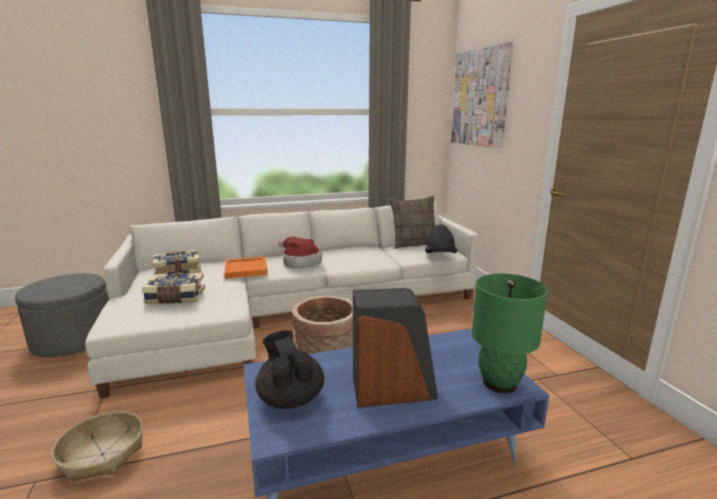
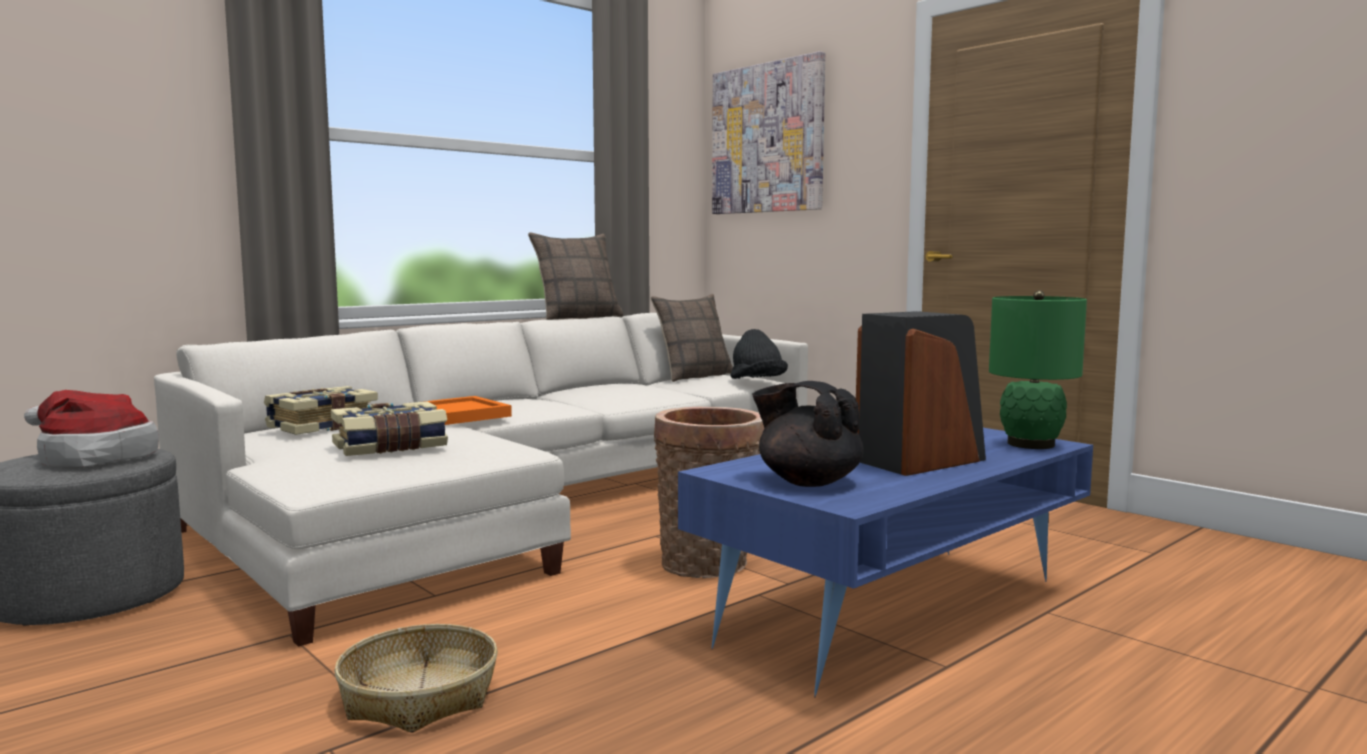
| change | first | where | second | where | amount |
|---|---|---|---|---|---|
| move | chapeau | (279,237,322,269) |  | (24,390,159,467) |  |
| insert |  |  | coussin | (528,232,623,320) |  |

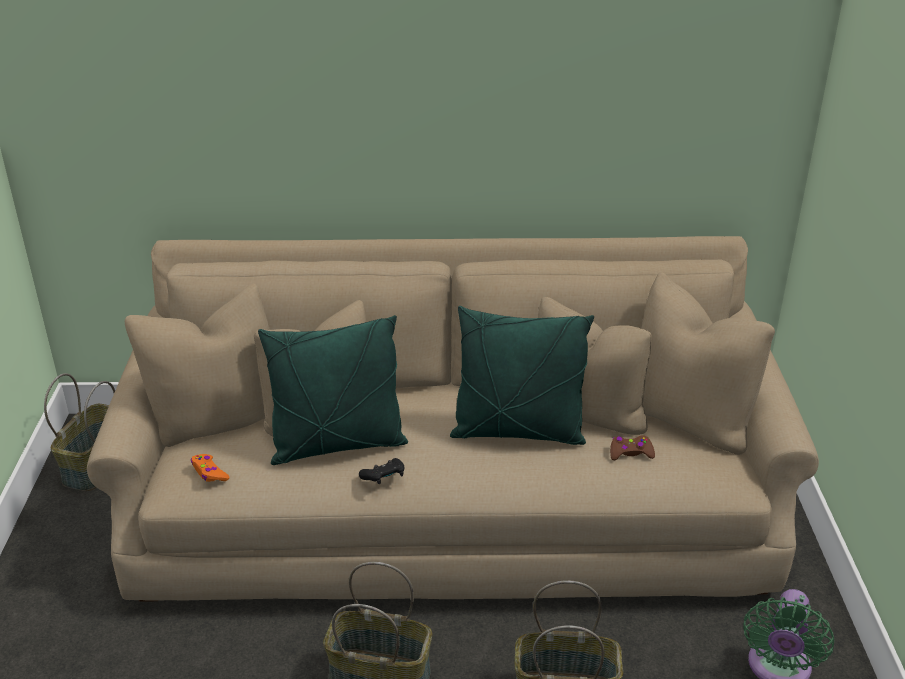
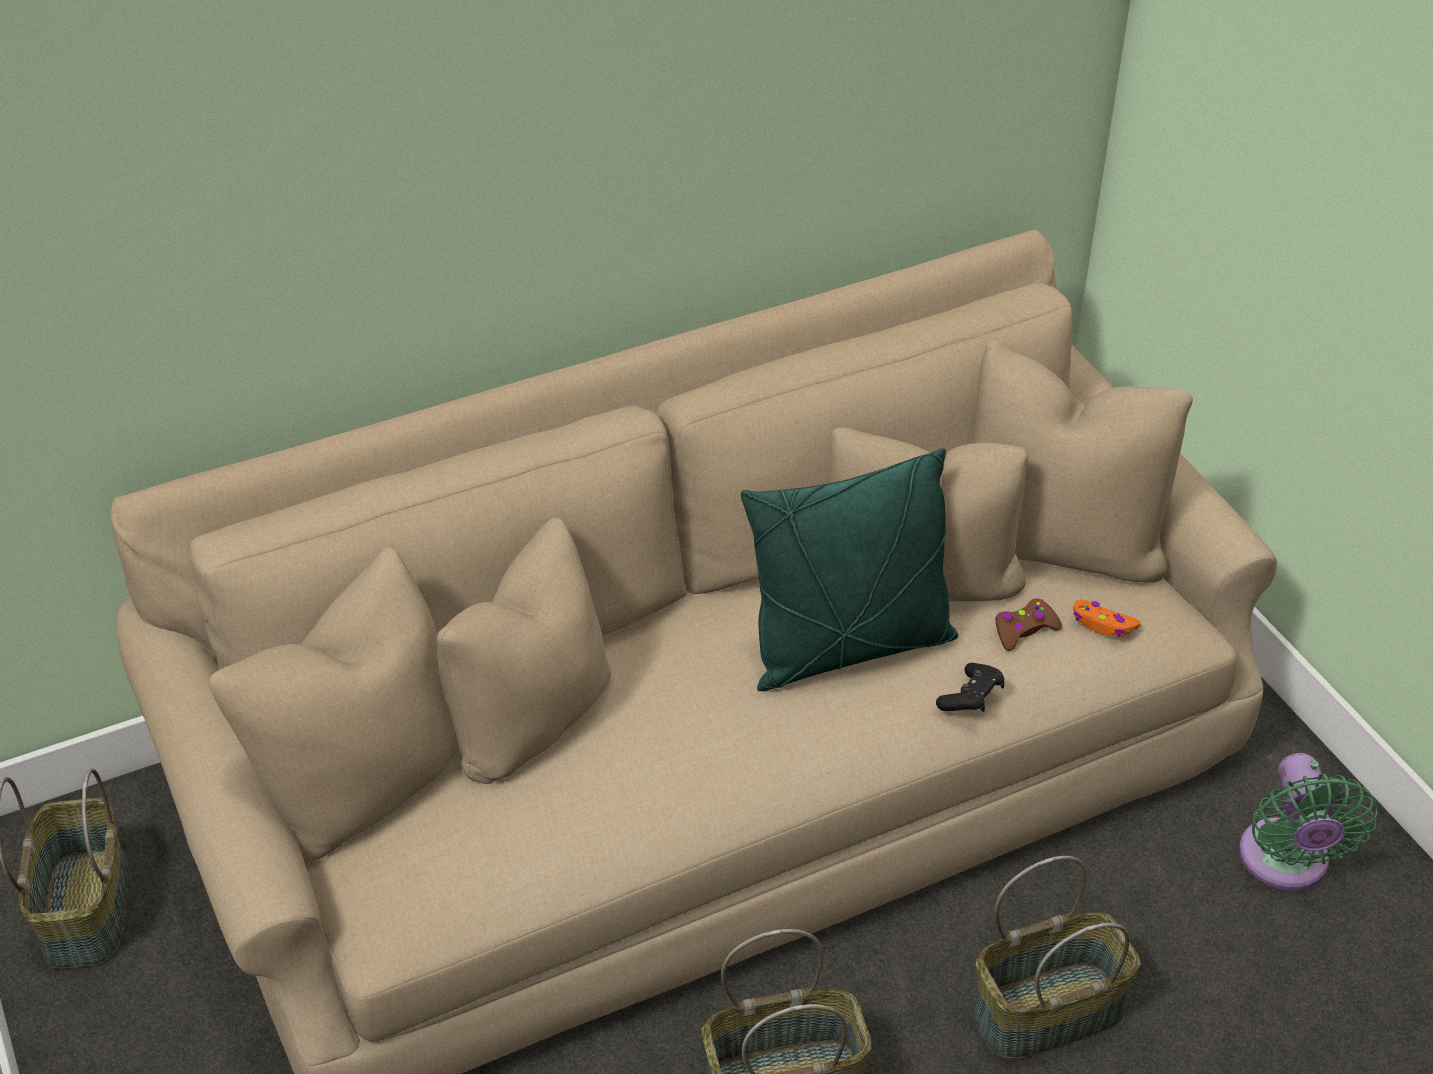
| change | first | where | second | where | amount |
|---|---|---|---|---|---|
| move | manette [orange] | (191,454,230,482) |  | (1073,600,1141,637) |  |
| delete | coussin [vert] | (258,315,408,465) |  |  |  |
| move | manette [noir] | (359,458,404,484) |  | (936,663,1004,712) |  |

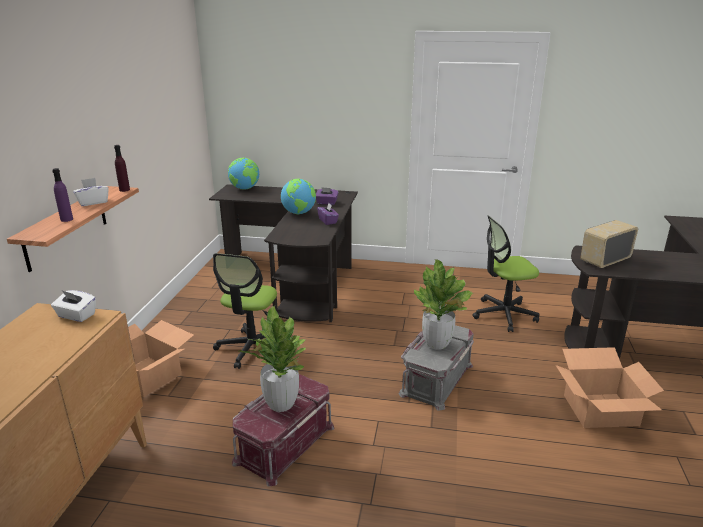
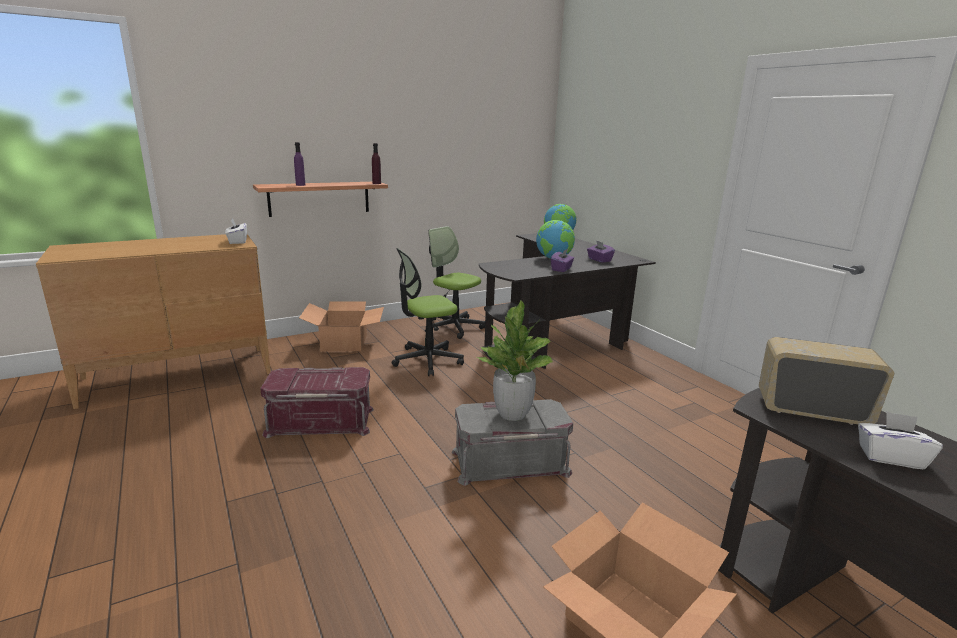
| change | first | where | second | where | amount |
|---|---|---|---|---|---|
| move | boîte à mouchoirs [blanc] | (73,178,109,206) |  | (858,412,943,470) |  |
| delete | plante en pot | (239,306,306,412) |  |  |  |
| move | chaise de bureau | (473,215,540,332) |  | (425,226,485,339) |  |

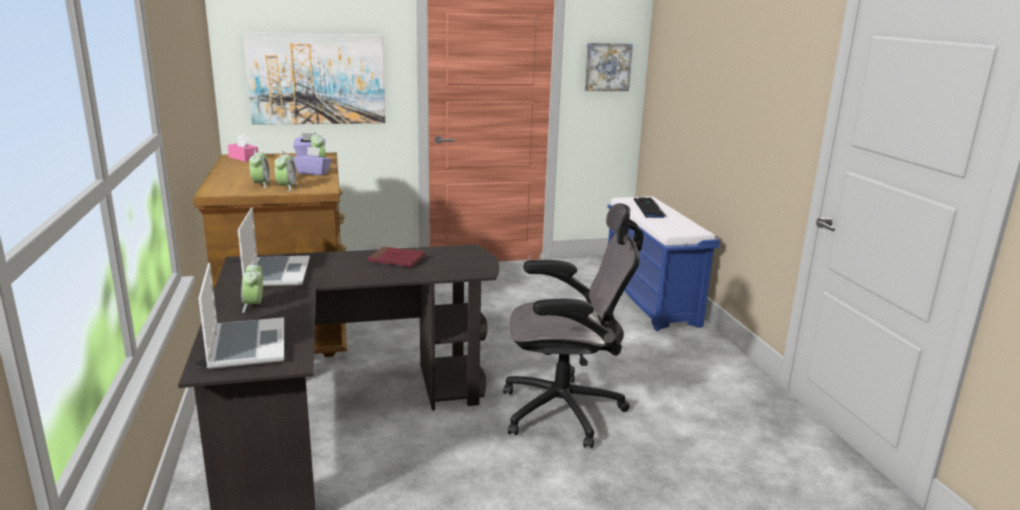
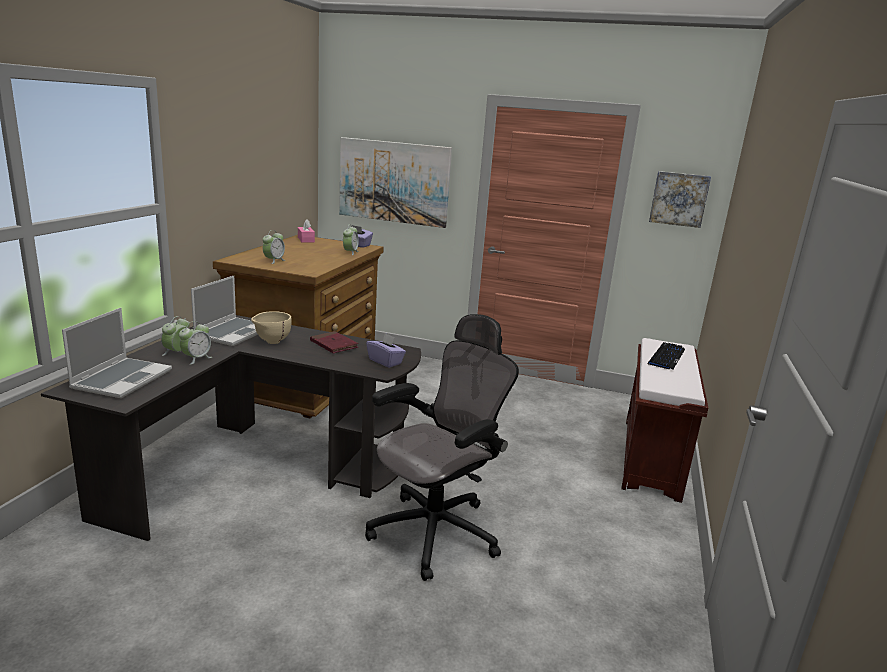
| change | first | where | second | where | amount |
|---|---|---|---|---|---|
| move | réveil | (274,151,298,191) |  | (179,321,212,365) |  |
| move | boîte à mouchoirs [violet] | (293,147,332,175) |  | (366,333,406,368) |  |
| rotate | chaise de bureau | (503,203,643,448) |  | (365,314,519,581) | 75 degrees counterclockwise |
| recolor | banc [bleu] | (607,196,720,331) | banc [marron] | (621,338,708,503) |  |
| insert |  |  | bol [beige] | (251,311,292,344) |  |

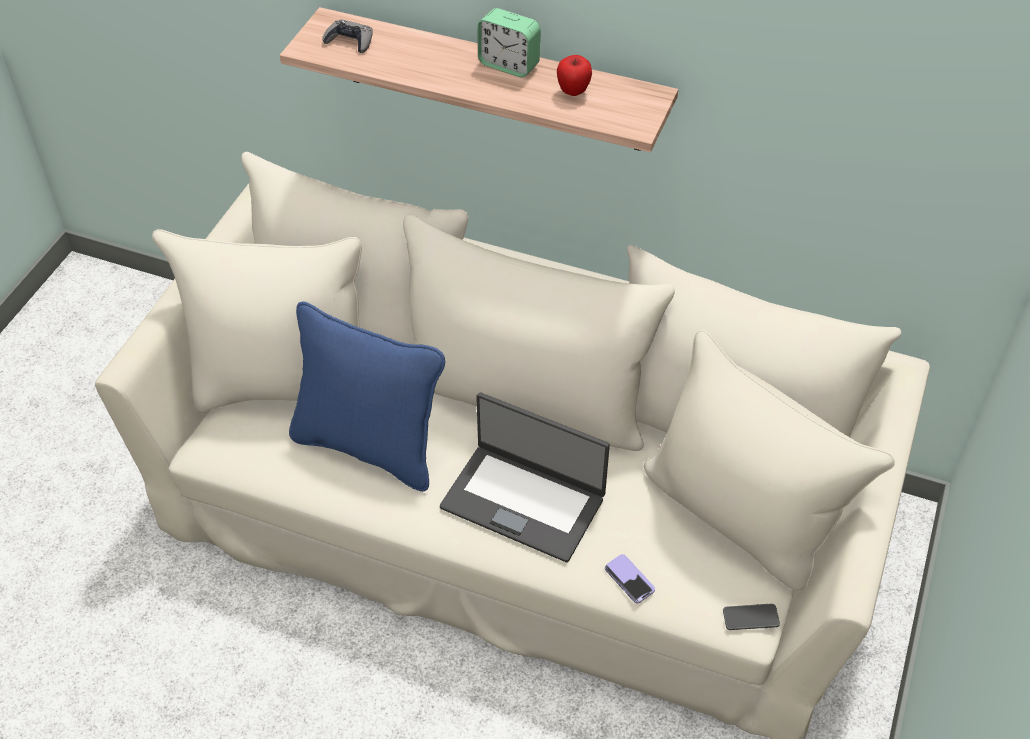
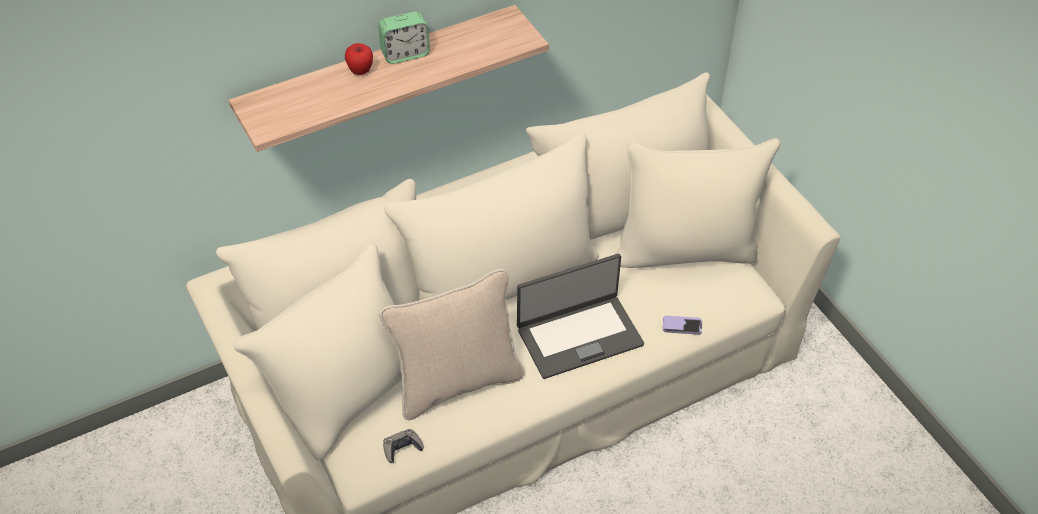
| change | first | where | second | where | amount |
|---|---|---|---|---|---|
| recolor | coussin [bleu] | (289,301,445,491) | coussin [beige] | (379,269,525,420) |  |
| move | manette [gris] | (322,20,373,53) |  | (383,429,424,463) |  |
| move | pomme | (557,55,592,96) |  | (345,43,373,75) |  |
| delete | téléphone | (723,604,780,630) |  |  |  |

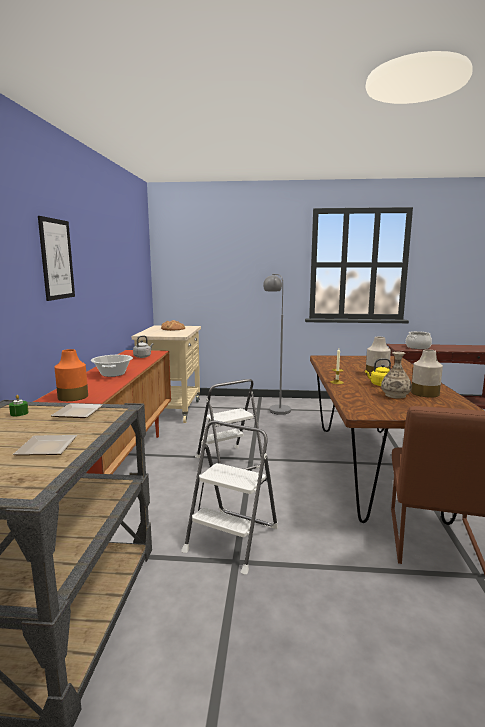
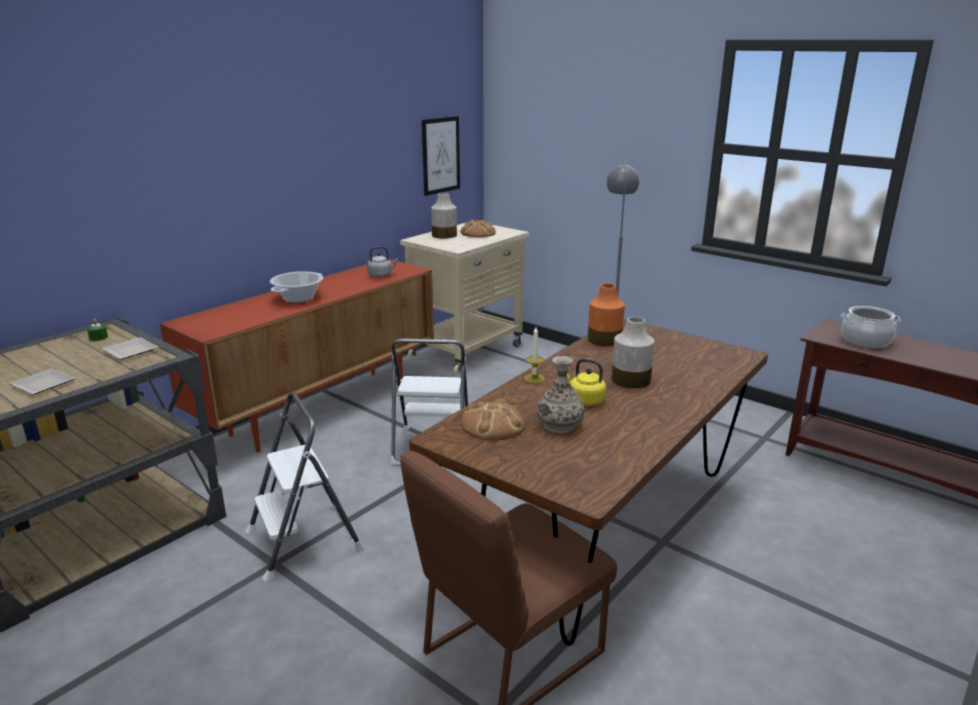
| change | first | where | second | where | amount |
|---|---|---|---|---|---|
| move | tableau | (38,216,75,301) |  | (422,116,460,196) |  |
| move | vase [orange] | (54,349,88,401) |  | (588,283,625,346) |  |
| move | vase [beige] | (411,349,443,398) |  | (431,193,457,239) |  |
| insert |  |  | pain | (461,399,525,441) |  |

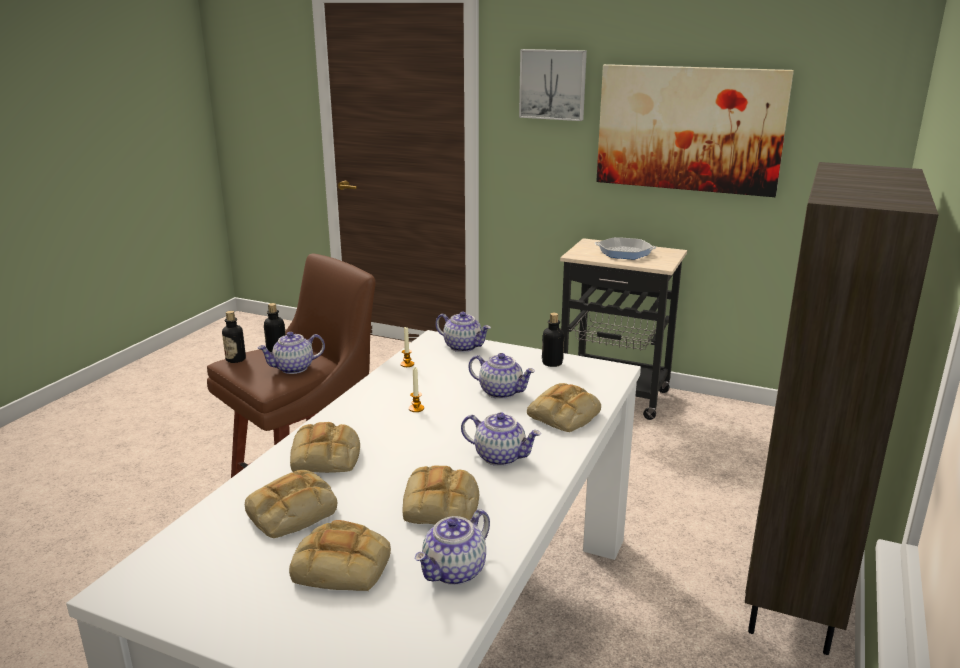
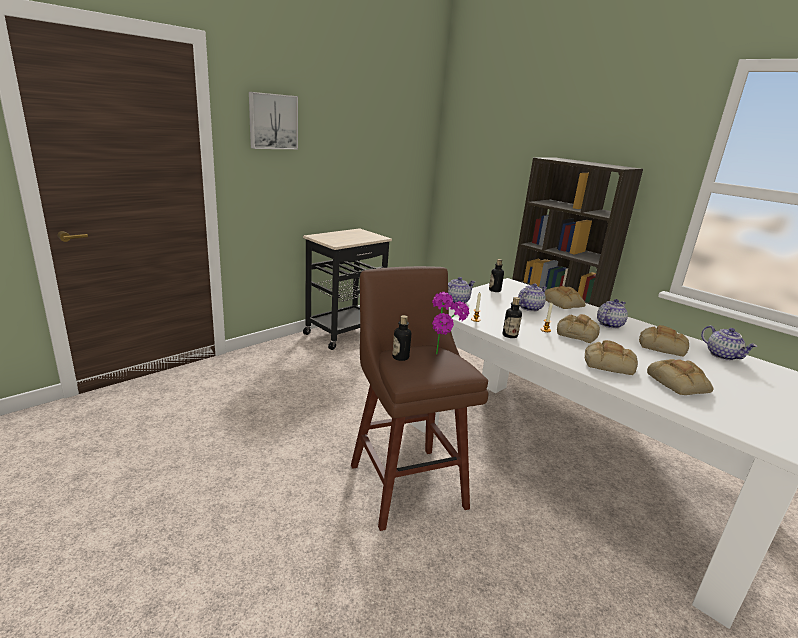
| change | first | where | second | where | amount |
|---|---|---|---|---|---|
| move | bouteille | (222,311,246,363) |  | (503,297,522,338) |  |
| replace | théière | (258,332,325,374) | plante en pot | (432,292,470,354) |  |
| move | pain | (289,520,391,591) |  | (557,314,600,343) |  |
| delete | poêle | (595,237,656,259) |  |  |  |
| delete | tableau | (596,64,794,197) |  |  |  |

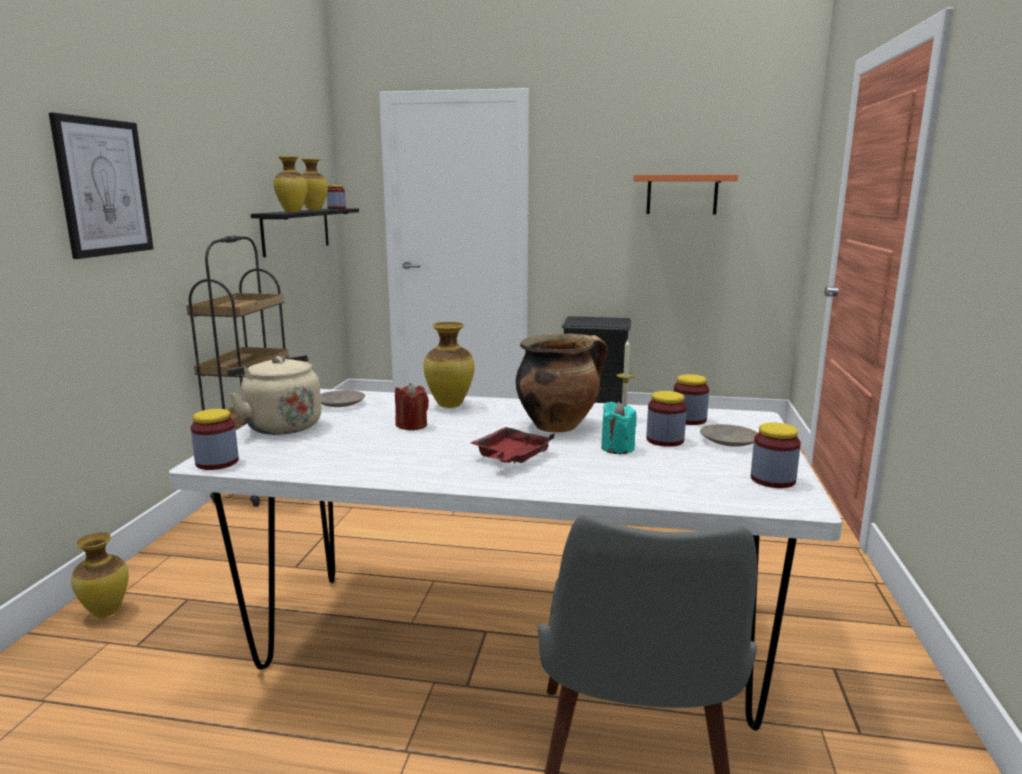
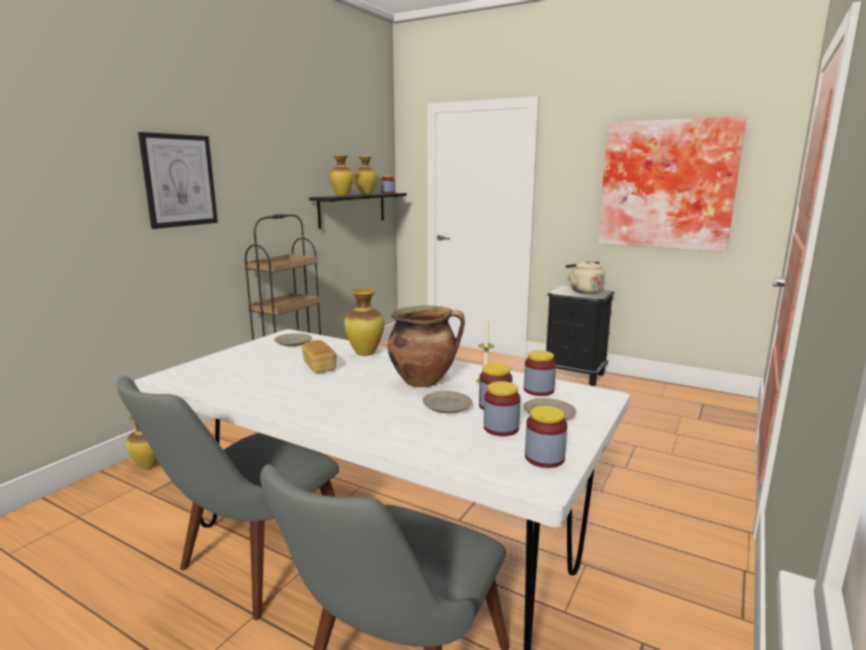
| change | first | where | second | where | amount |
|---|---|---|---|---|---|
| move | bocal | (191,409,239,470) |  | (484,381,520,436) |  |
| move | bouilloire [beige] | (227,355,322,435) |  | (566,261,605,294) |  |
| replace | bougie [rouge] | (395,383,429,430) | pain | (302,340,337,373) |  |
| delete | plateau [rouge] | (471,427,555,464) |  |  |  |
| replace | bougie [turquoise] | (601,402,637,454) | assiette [beige] | (423,391,472,413) |  |
| replace | étagère [orange] | (634,174,738,214) | tableau | (598,116,746,252) |  |
| insert |  |  | chaise [gris] | (117,376,339,620) |  |

